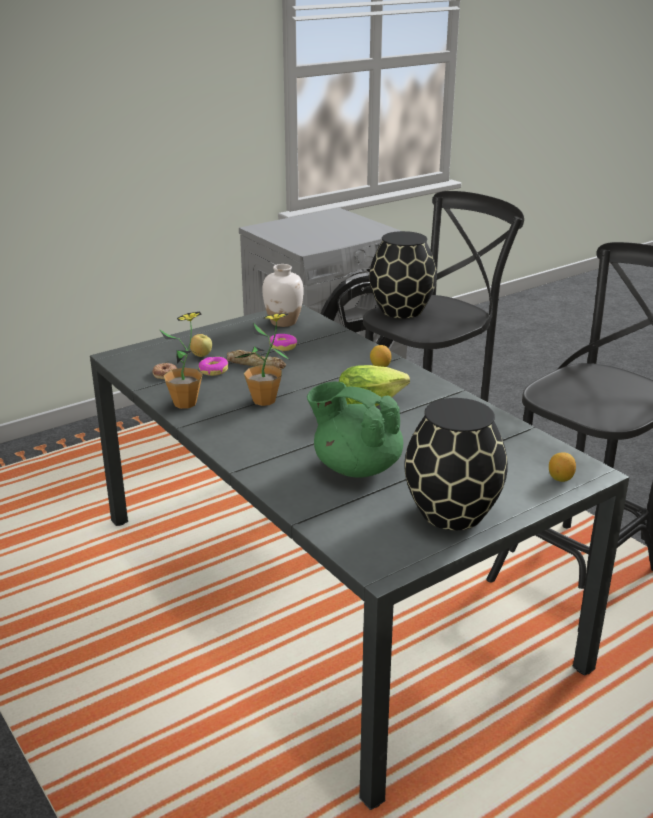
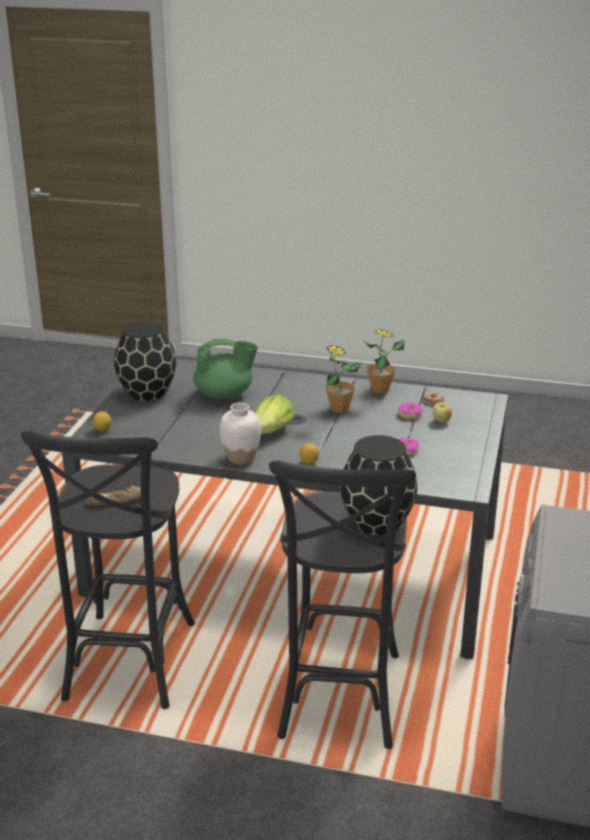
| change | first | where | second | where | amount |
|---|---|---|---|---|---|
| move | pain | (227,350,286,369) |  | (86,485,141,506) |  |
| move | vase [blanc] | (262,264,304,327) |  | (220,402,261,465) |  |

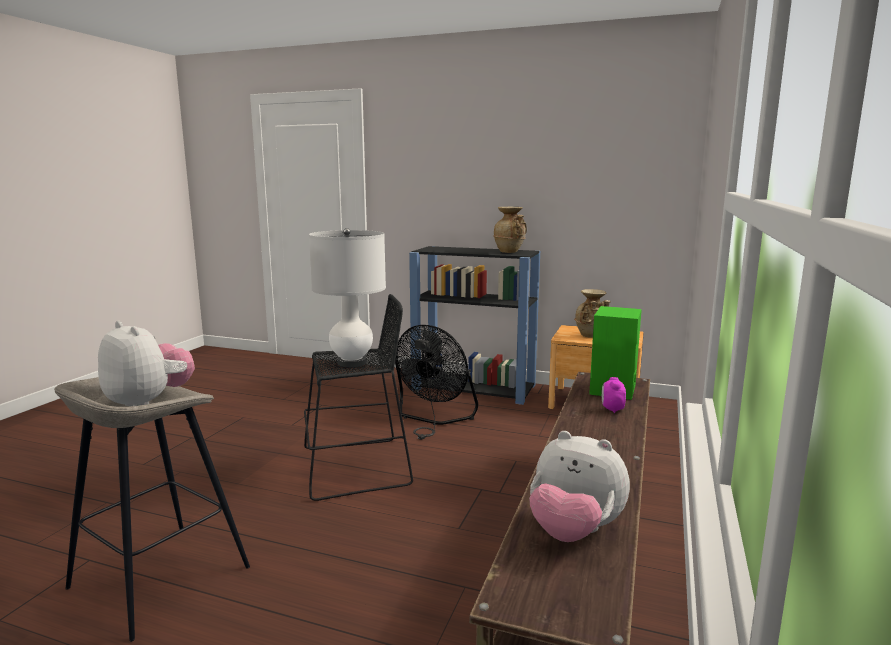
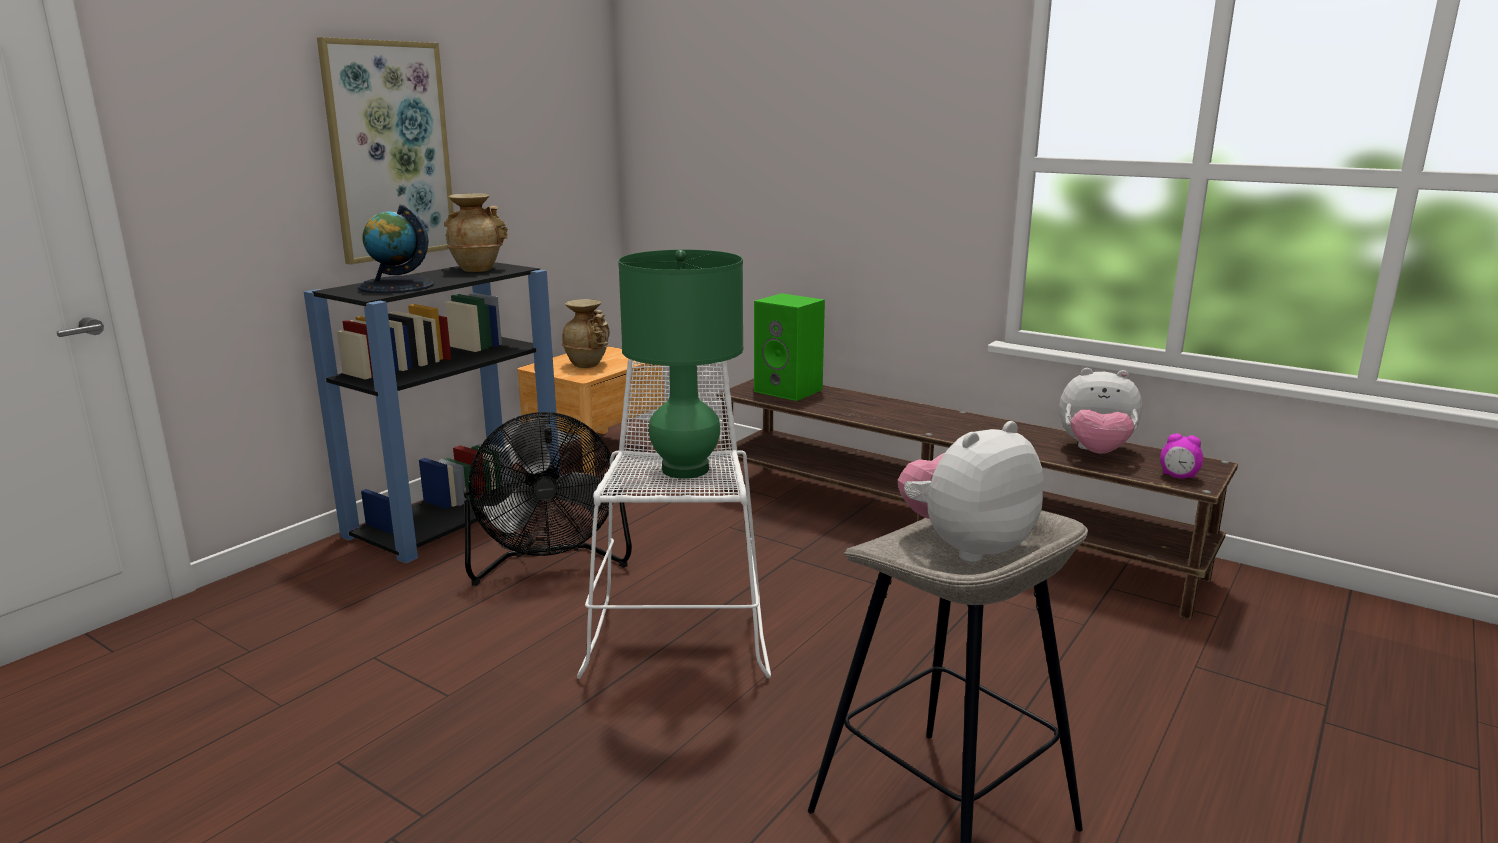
| change | first | where | second | where | amount |
|---|---|---|---|---|---|
| recolor | tabouret [noir] | (304,294,413,501) | tabouret [blanc] | (577,359,771,679) |  |
| recolor | lampe de table [blanc] | (309,228,386,367) | lampe de table [vert] | (618,250,743,479) |  |
| rotate | ventilateur [noir] | (395,325,478,440) |  | (463,412,632,586) | 150 degrees counterclockwise |
| rotate | peluche | (529,431,630,542) |  | (1059,368,1142,454) | 60 degrees clockwise |
| move | réveil | (602,377,626,413) |  | (1160,434,1203,479) |  |
| insert |  |  | tableau | (317,37,454,265) |  |
| insert |  |  | globe | (358,204,434,293) |  |

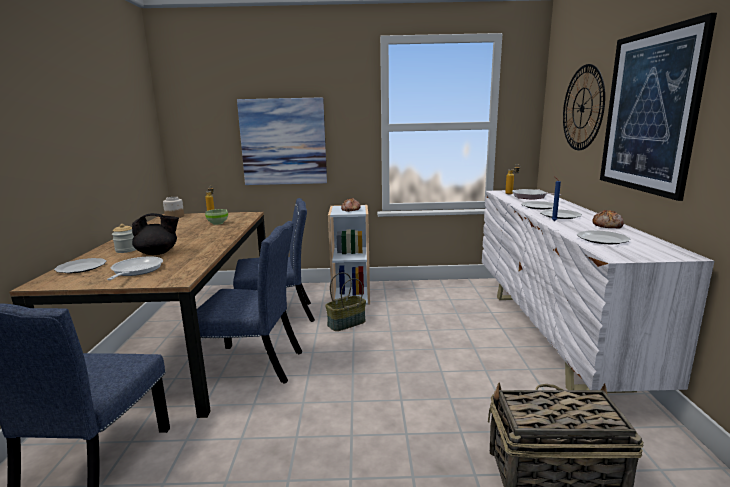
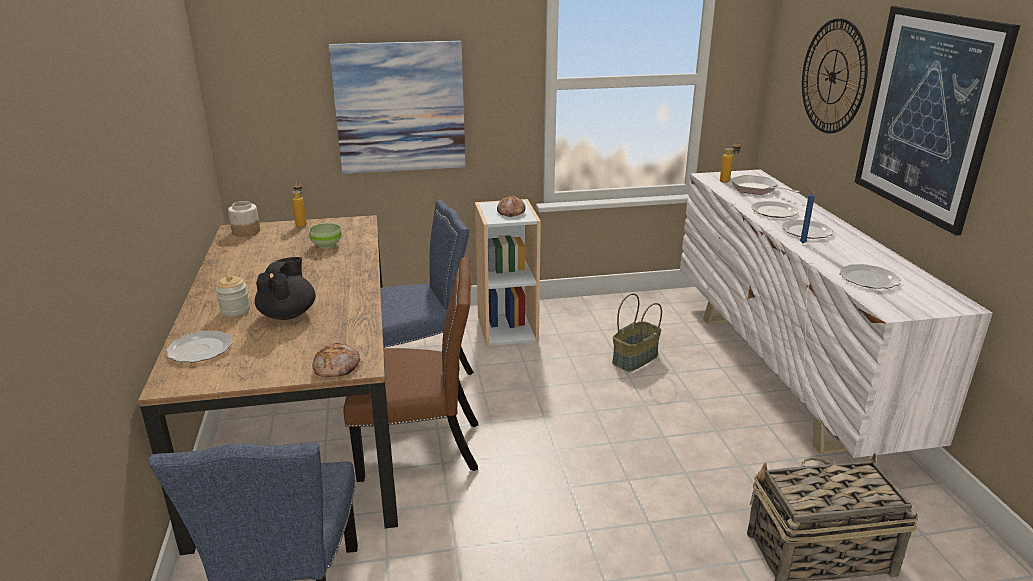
| change | first | where | second | where | amount |
|---|---|---|---|---|---|
| delete | poêle | (107,257,163,280) |  |  |  |
| rotate | théière [noir] | (132,213,179,255) |  | (255,257,316,320) | 60 degrees counterclockwise |
| recolor | chaise [bleu] | (197,221,302,384) | chaise [marron] | (343,257,478,482) |  |
| move | panier | (325,272,366,331) |  | (612,293,662,372) |  |
| move | pain | (592,210,624,228) |  | (312,343,360,377) |  |

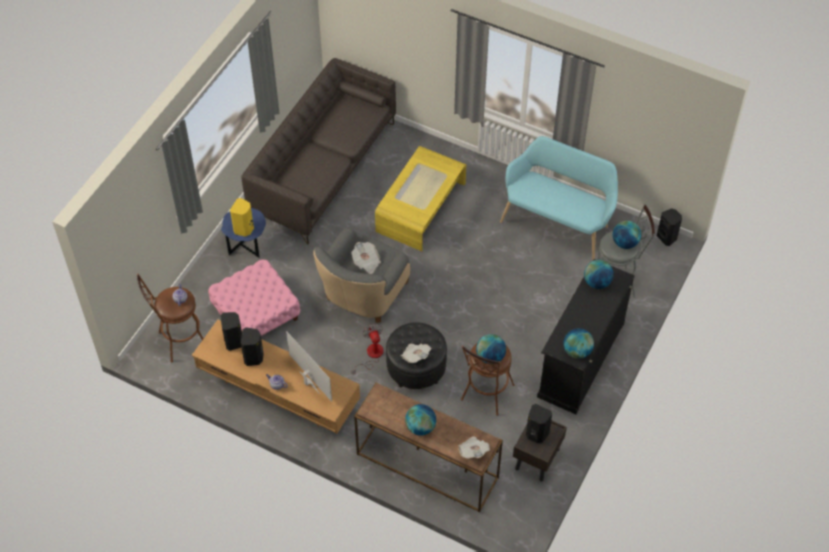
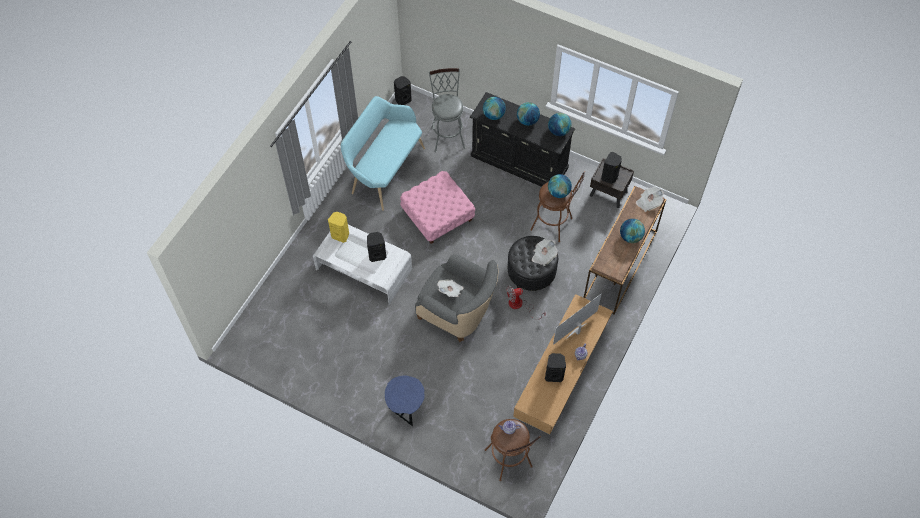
| change | first | where | second | where | amount |
|---|---|---|---|---|---|
| move | pouf [rose] | (208,260,300,336) |  | (400,171,475,244) |  |
| move | enceinte [noir] | (220,312,242,351) |  | (367,232,386,262) |  |
| move | enceinte [jaune] | (230,198,254,237) |  | (328,212,349,243) |  |
| delete | canapé [gris] | (241,58,396,245) |  |  |  |
| recolor | table basse [jaune] | (375,146,466,251) | table basse [blanc] | (313,225,412,305) |  |
| move | globe | (613,221,641,249) |  | (517,102,540,126) |  |

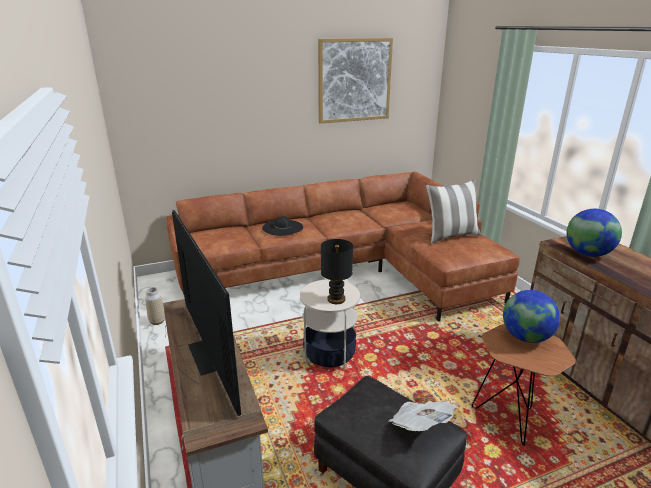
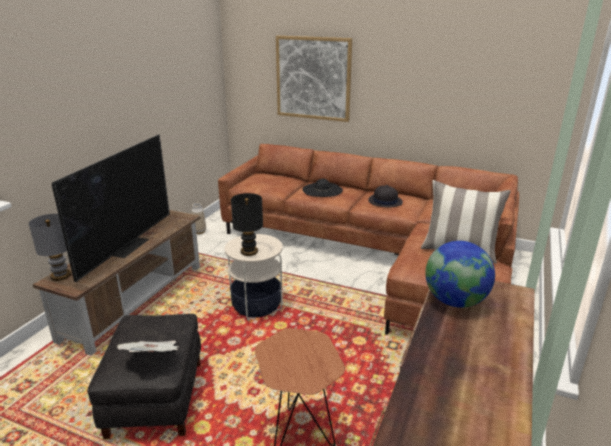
| change | first | where | second | where | amount |
|---|---|---|---|---|---|
| move | tableau | (318,38,393,124) |  | (276,36,352,122) |  |
| delete | globe | (503,290,560,343) |  |  |  |
| insert |  |  | lampe de table [gris] | (29,214,71,281) |  |
| insert |  |  | chapeau [noir] | (368,185,403,207) |  |

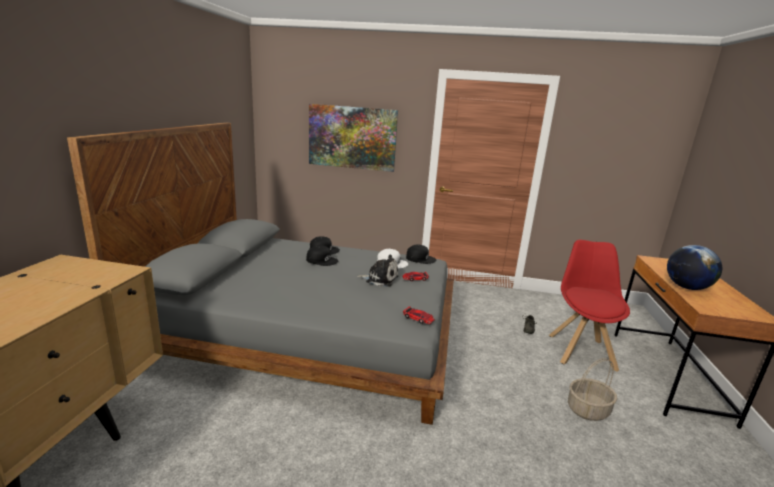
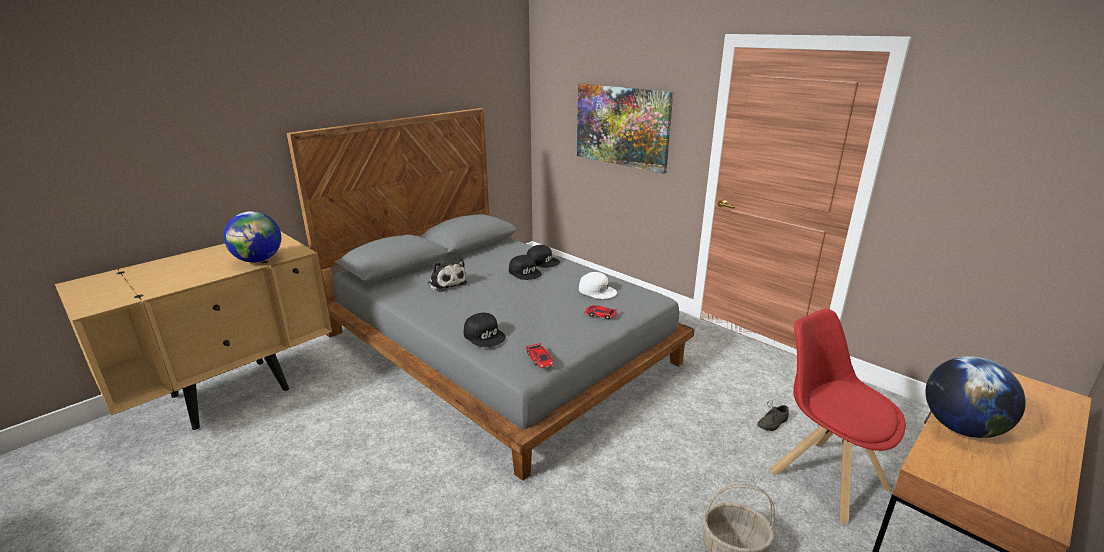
| change | first | where | second | where | amount |
|---|---|---|---|---|---|
| move | peluche | (357,254,398,287) |  | (427,258,467,292) |  |
| move | casquette [noir] | (406,244,436,264) |  | (464,313,506,347) |  |
| rotate | chaise [rouge] | (548,240,630,371) |  | (770,309,906,525) | 75 degrees counterclockwise |
| insert |  |  | globe | (224,211,282,263) |  |

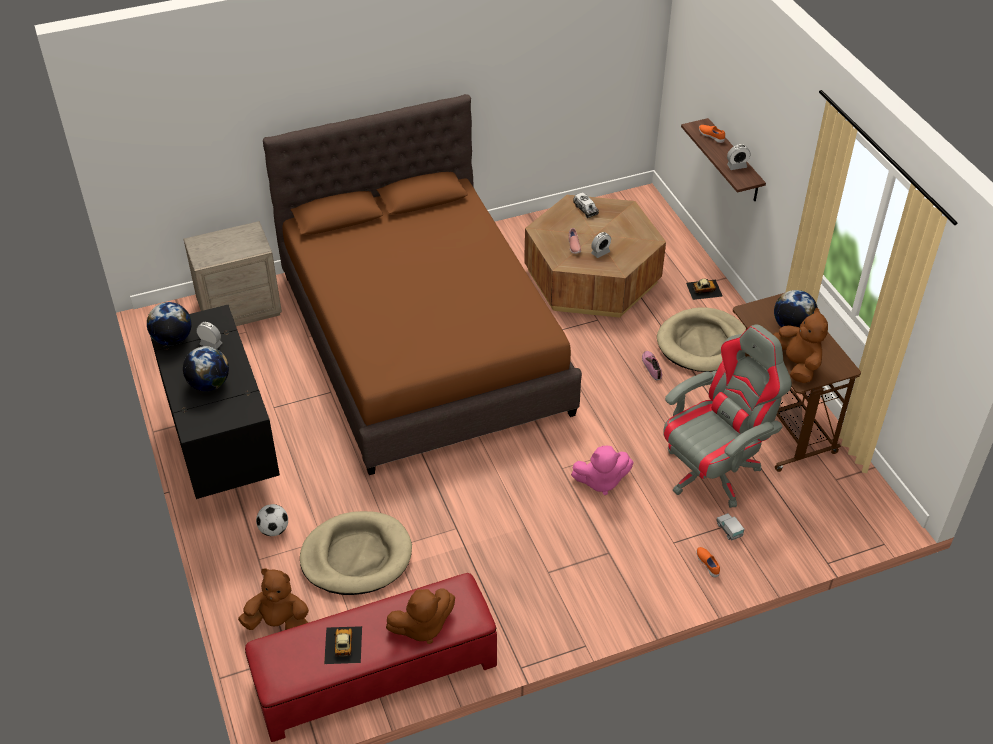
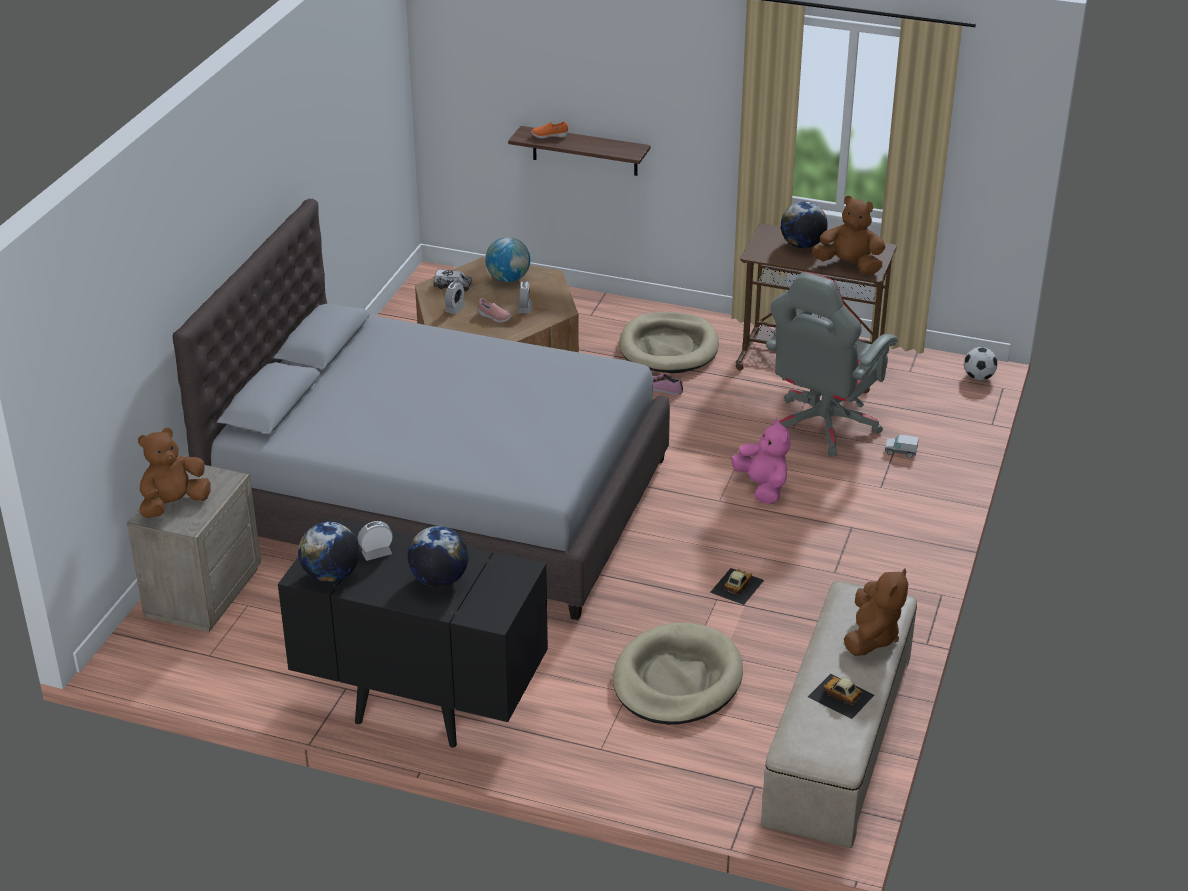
| change | first | where | second | where | amount |
|---|---|---|---|---|---|
| move | peluche [marron] | (238,568,309,630) |  | (138,428,211,518) |  |
| recolor | banc [rouge] | (245,573,497,742) | banc [beige] | (761,581,917,848) |  |
| move | ballon de foot | (256,504,288,536) |  | (964,347,998,380) |  |
| recolor | lit [marron] | (263,94,582,475) | lit [gris] | (172,199,670,620) |  |
| rotate | peluche [rose] | (571,445,633,495) |  | (731,419,791,504) | 60 degrees counterclockwise |
| rotate | chaise de bureau [gris] | (663,325,792,508) |  | (766,272,898,456) | 150 degrees counterclockwise |
| move | petite voiture | (686,279,723,300) |  | (710,568,764,605) |  |
| delete | chaussure [orange] | (696,547,720,578) |  |  |  |
| move | réveil | (727,144,750,170) |  | (445,282,465,314) |  |
| insert |  |  | globe | (485,237,530,282) |  |

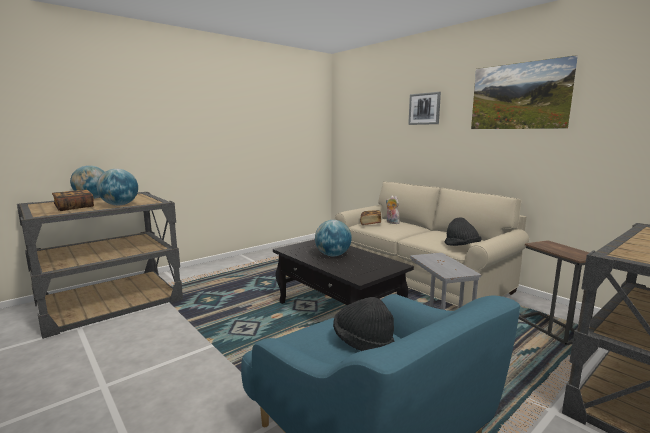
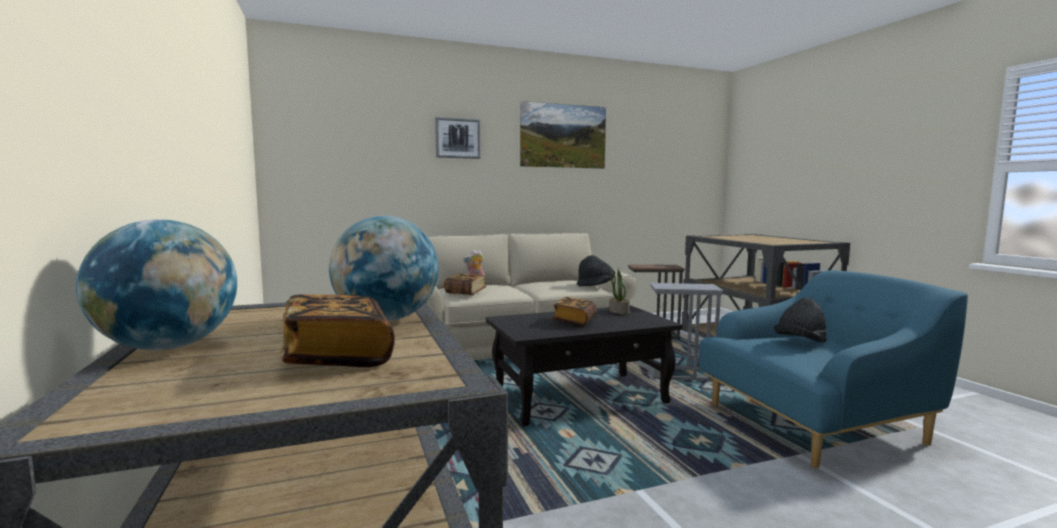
| change | first | where | second | where | amount |
|---|---|---|---|---|---|
| replace | globe | (315,220,352,256) | livre | (552,297,596,327) |  |
| insert |  |  | plante en pot | (609,268,630,314) |  |

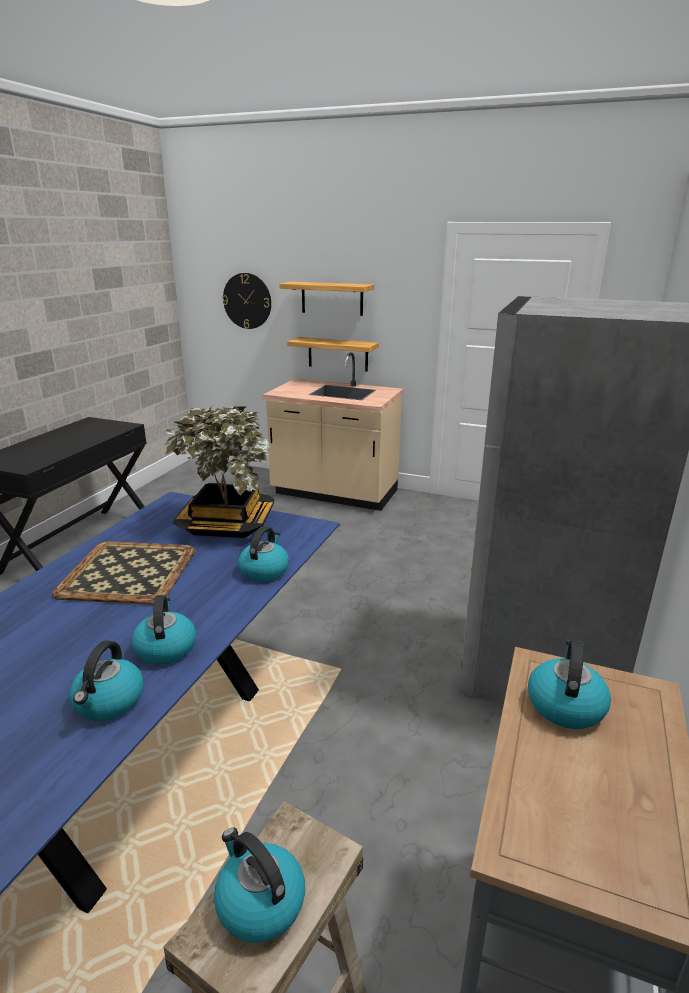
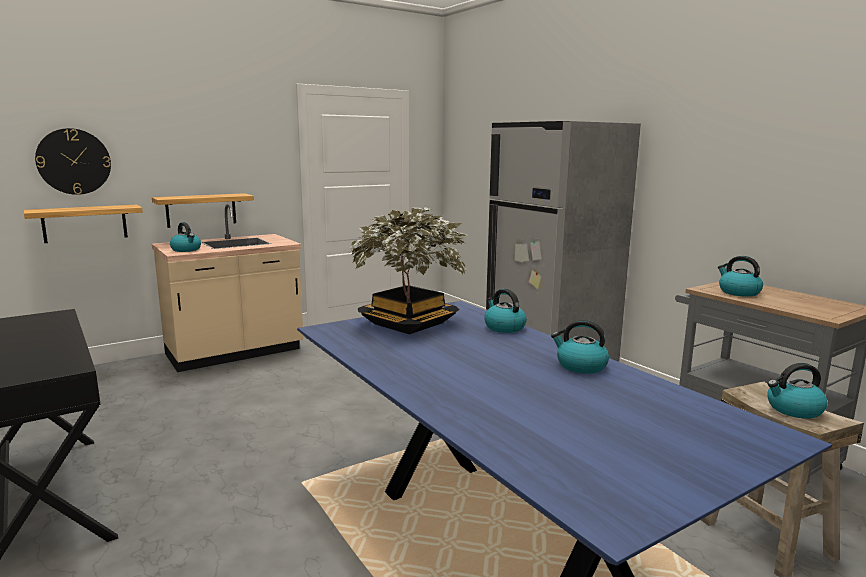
| change | first | where | second | where | amount |
|---|---|---|---|---|---|
| delete | plateau | (52,541,196,605) |  |  |  |
| move | bouilloire | (69,641,144,721) |  | (170,222,201,252) |  |
| move | étagère | (279,281,374,316) |  | (24,205,143,243) |  |

